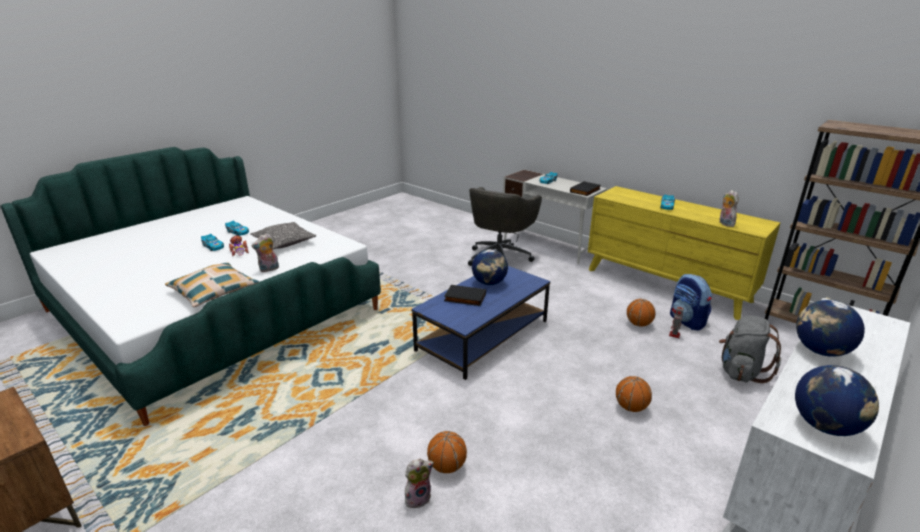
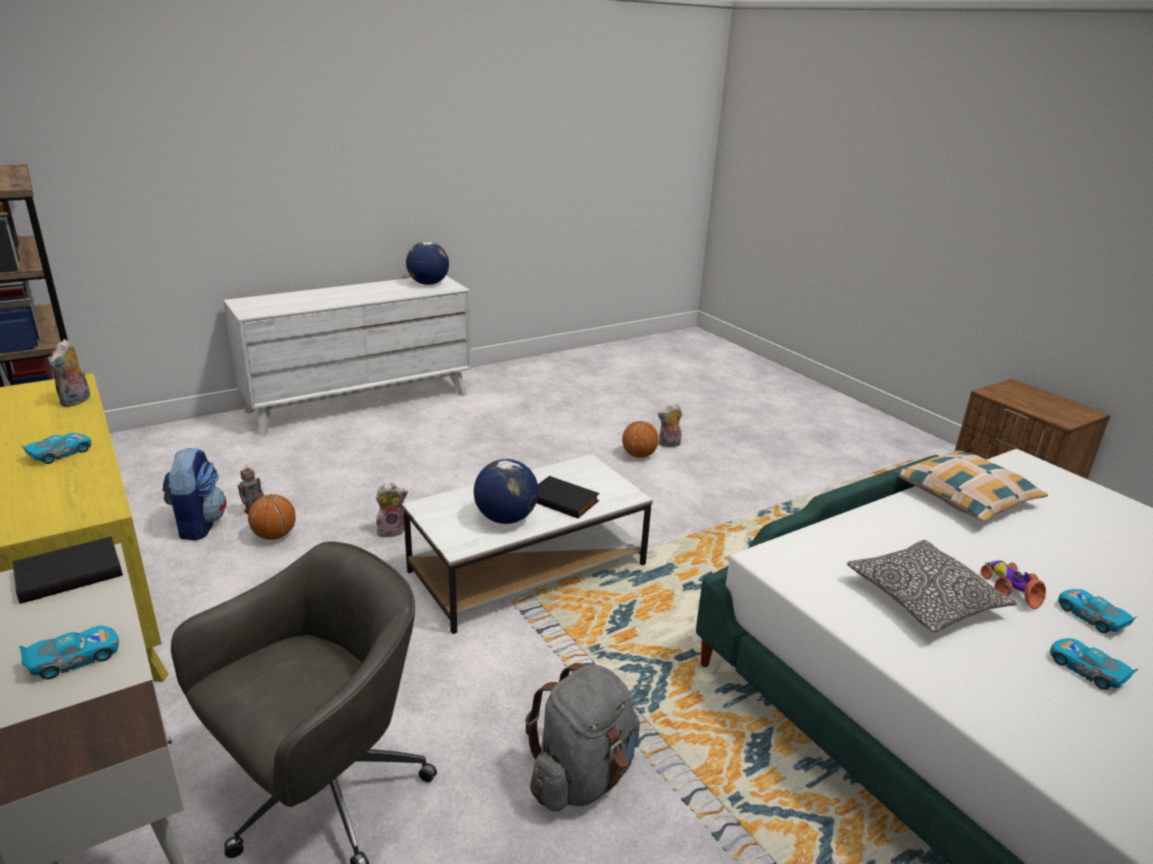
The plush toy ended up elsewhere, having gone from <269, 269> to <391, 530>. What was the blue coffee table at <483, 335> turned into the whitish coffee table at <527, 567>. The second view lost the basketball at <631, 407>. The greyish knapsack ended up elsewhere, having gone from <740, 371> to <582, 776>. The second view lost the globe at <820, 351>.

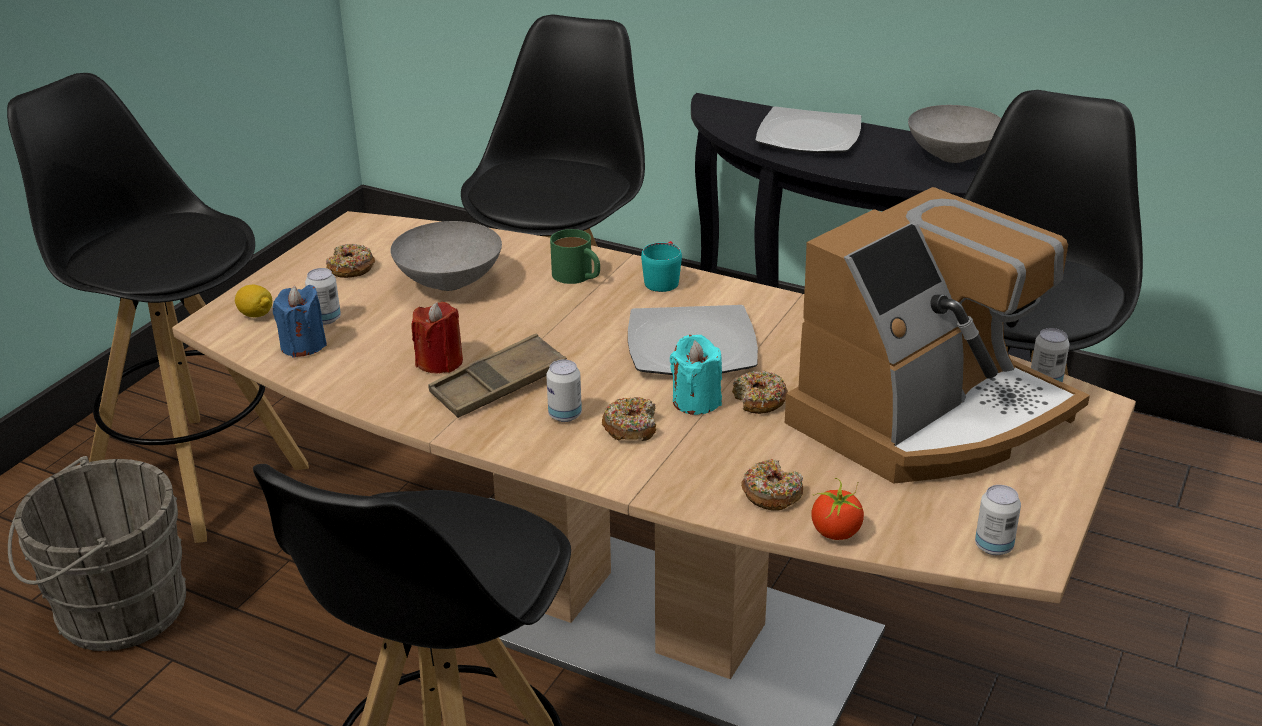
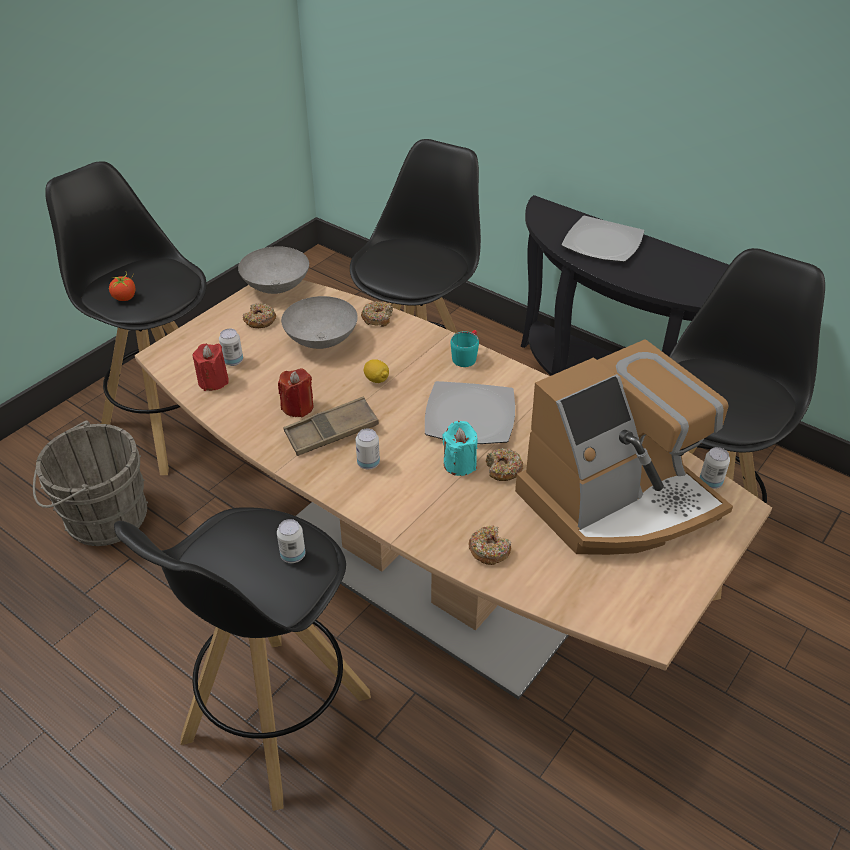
The lemon ended up elsewhere, having gone from <256, 314> to <376, 379>. What was the blue candle at <303, 345> turned into the red-coloured candle at <213, 381>. The second view lost the green mug at <578, 276>. The ring doughnut ended up elsewhere, having gone from <631, 427> to <377, 318>. The whole tomato ended up elsewhere, having gone from <835, 532> to <125, 297>. The greyish bowl ended up elsewhere, having gone from <951, 157> to <275, 288>. The can ended up elsewhere, having gone from <993, 546> to <293, 555>.

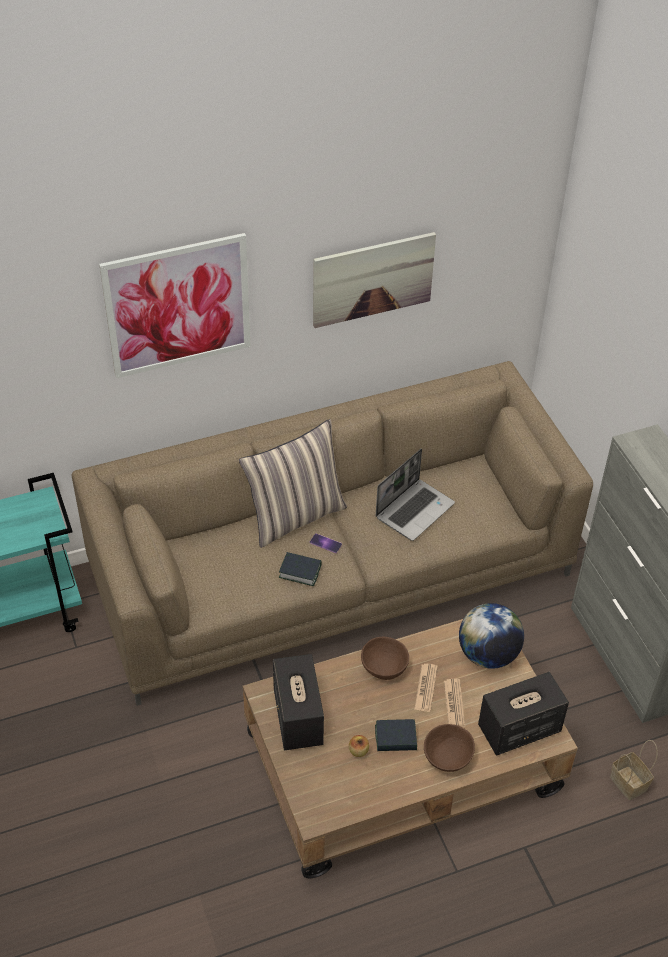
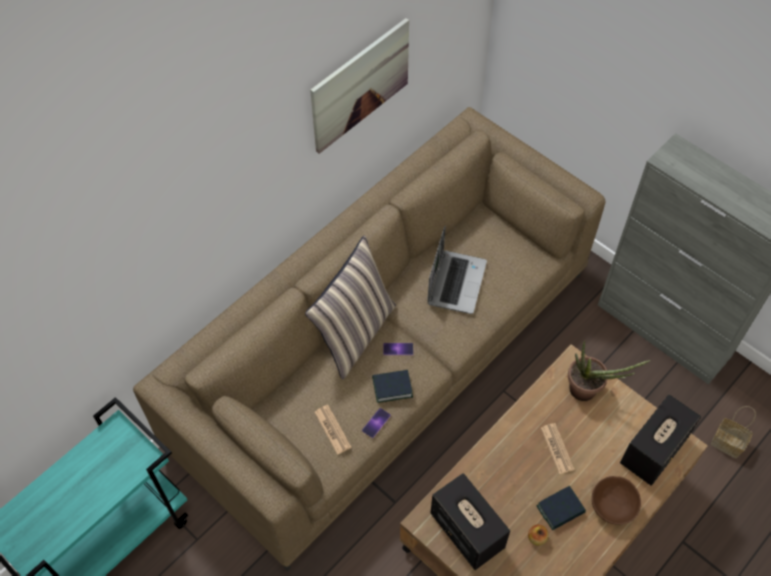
The second view lost the picture at <178, 306>. The second view lost the brown-coloured bowl at <384, 668>. The daily paper ended up elsewhere, having gone from <454, 703> to <332, 429>. Where the globe stood at <488, 654>, the houseplant came to stand at <588, 392>. The second view gained the handset at <376, 423>.

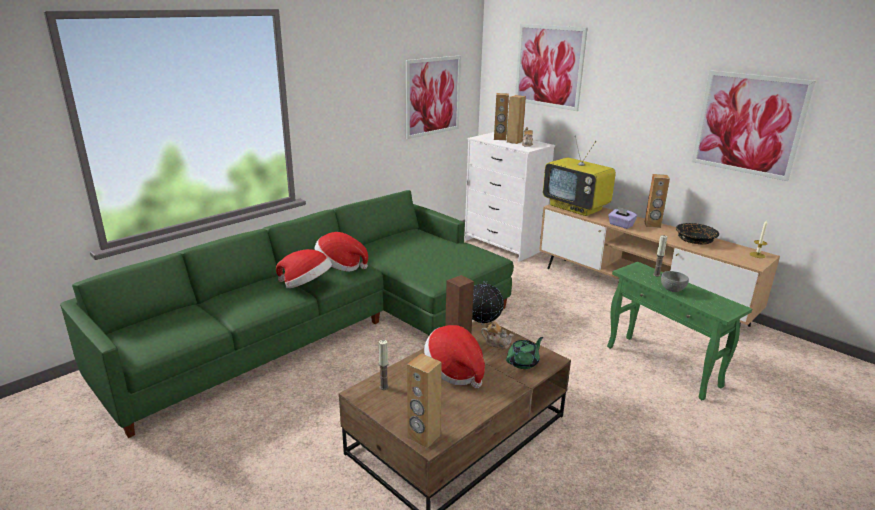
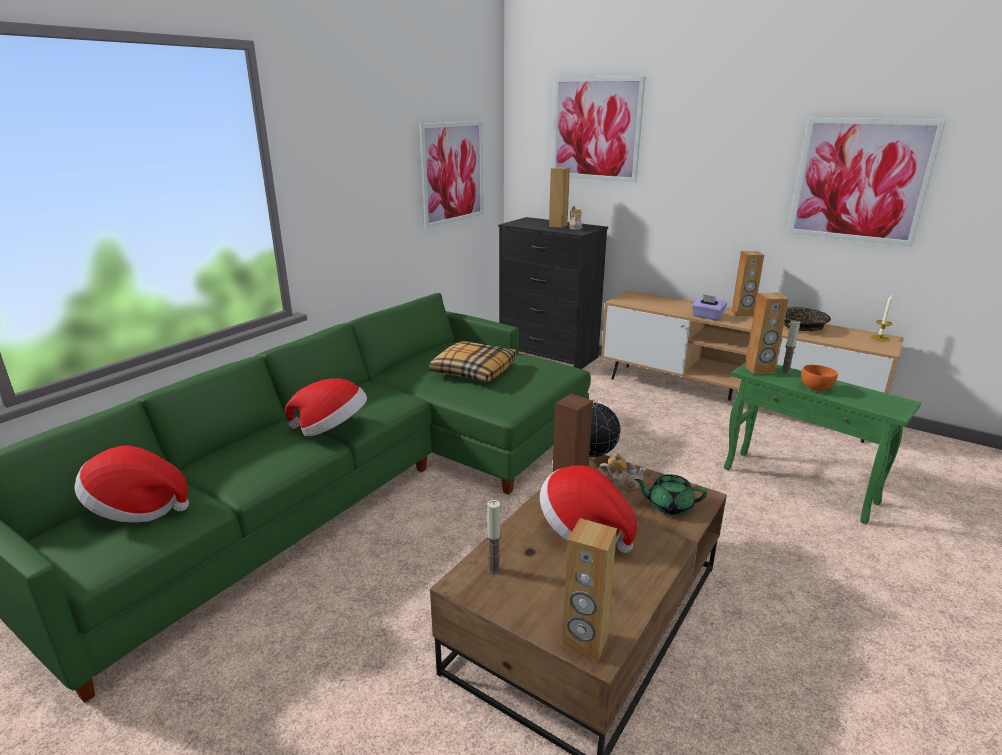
The wearable hat ended up elsewhere, having gone from <340, 266> to <137, 509>. What was the whitish dresser at <503, 245> turned into the black dresser at <548, 356>. The brown-coloured loudspeaker ended up elsewhere, having gone from <500, 138> to <759, 370>. The green teapot at <523, 362> ended up facing another way, 120 degrees counterclockwise from before. The second view lost the TV at <576, 207>. What was the greyish bowl at <671, 290> turned into the orangey bowl at <815, 388>. The second view gained the pillow at <473, 370>.

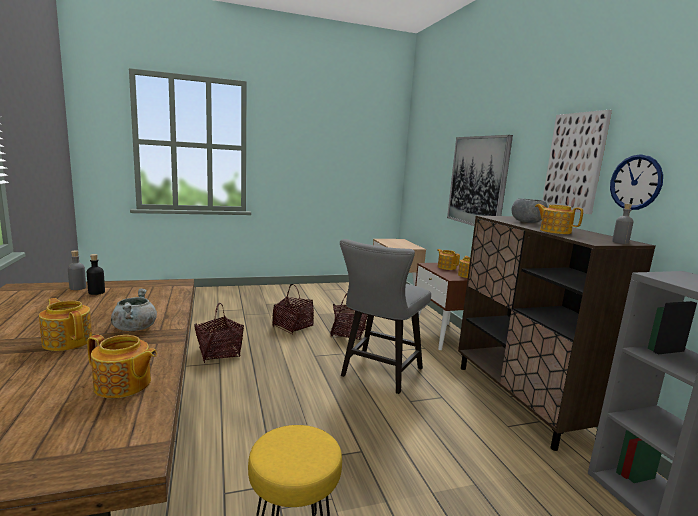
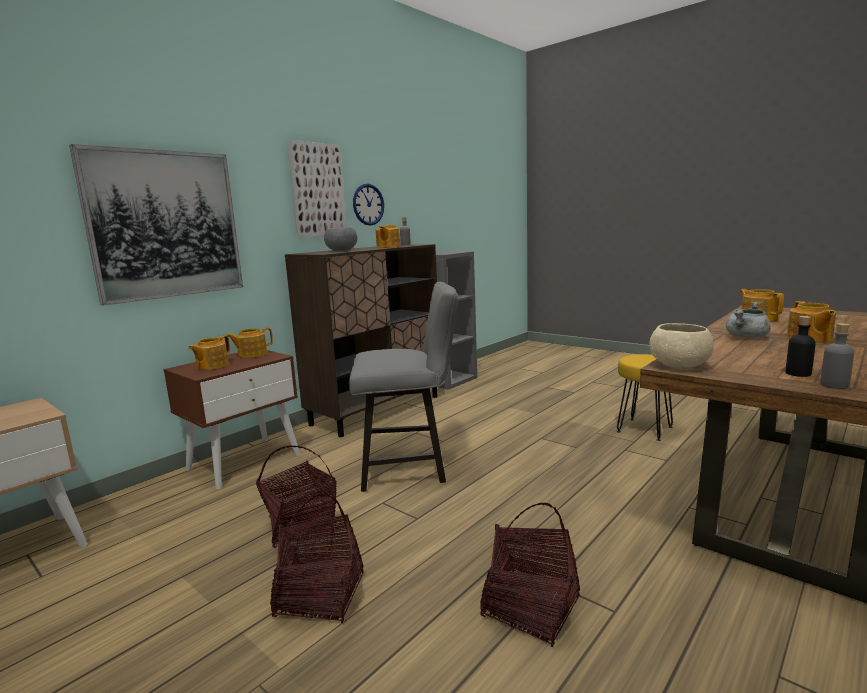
The second view gained the beige bowl at <679, 366>.

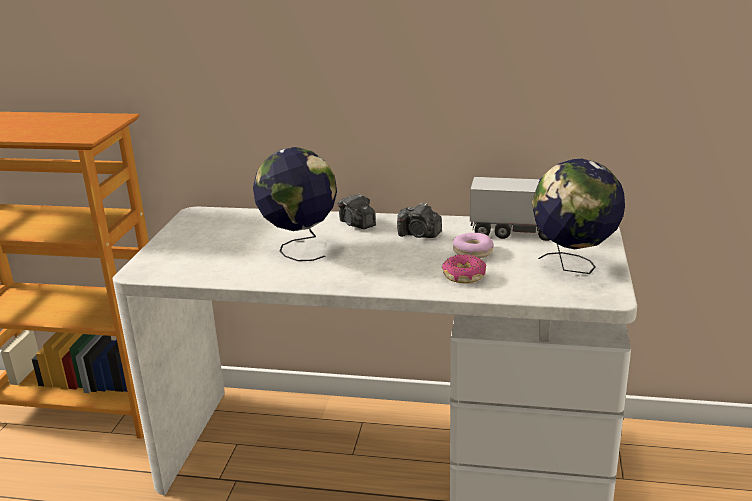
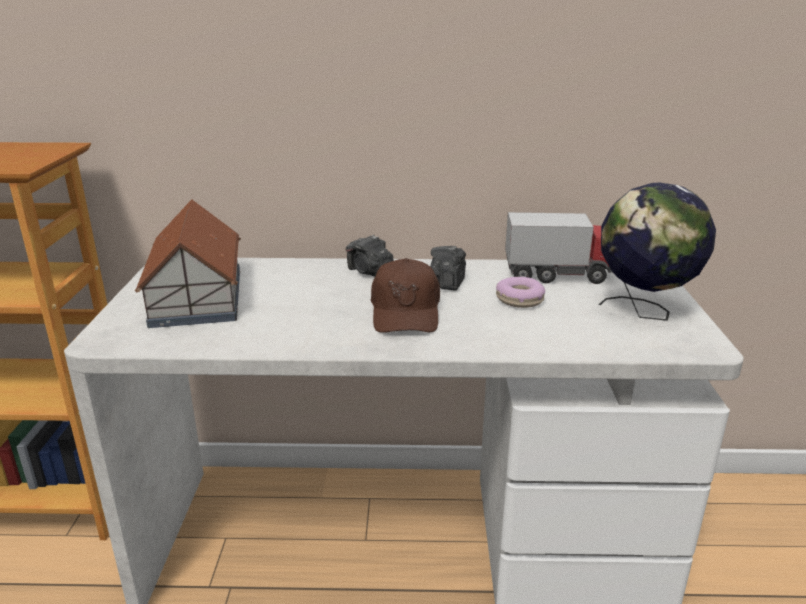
The second view lost the globe at <300, 247>. The still camera at <419, 235> ended up facing another way, 90 degrees clockwise from before. The second view lost the ring doughnut at <464, 276>. The second view gained the model house at <198, 296>. The second view gained the brown-coloured baseball cap at <406, 312>.

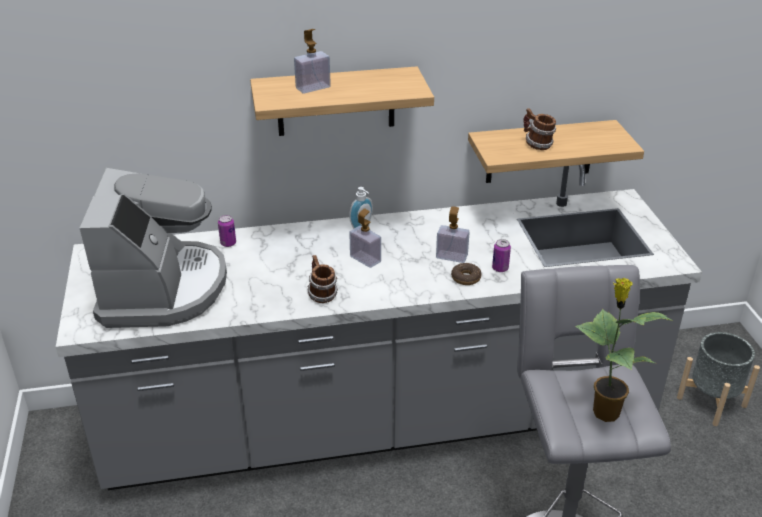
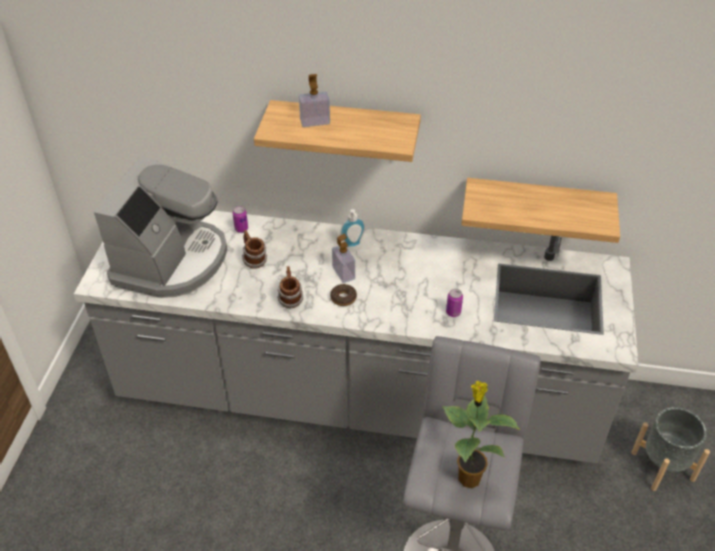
The second view lost the soap dispenser at <451, 256>. The ring doughnut ended up elsewhere, having gone from <466, 278> to <343, 298>. The mug ended up elsewhere, having gone from <537, 145> to <254, 260>.

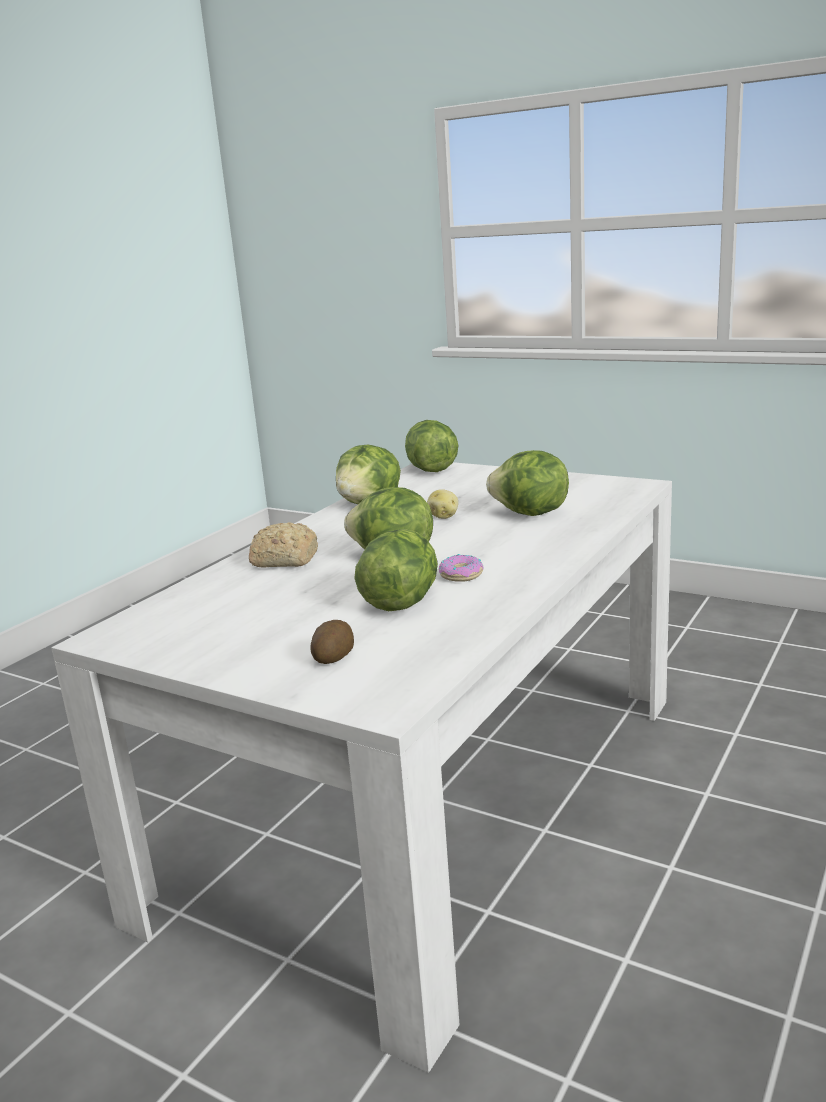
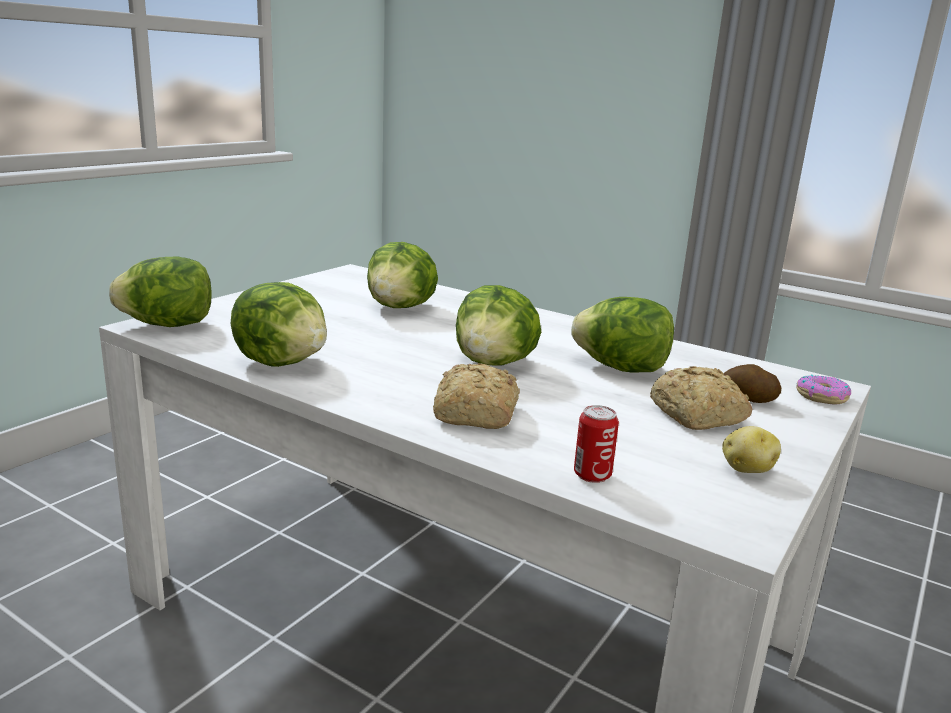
The spud ended up elsewhere, having gone from <443, 516> to <746, 469>. The ring doughnut ended up elsewhere, having gone from <462, 575> to <822, 396>. The second view gained the can at <592, 475>. The second view gained the bread at <697, 416>.

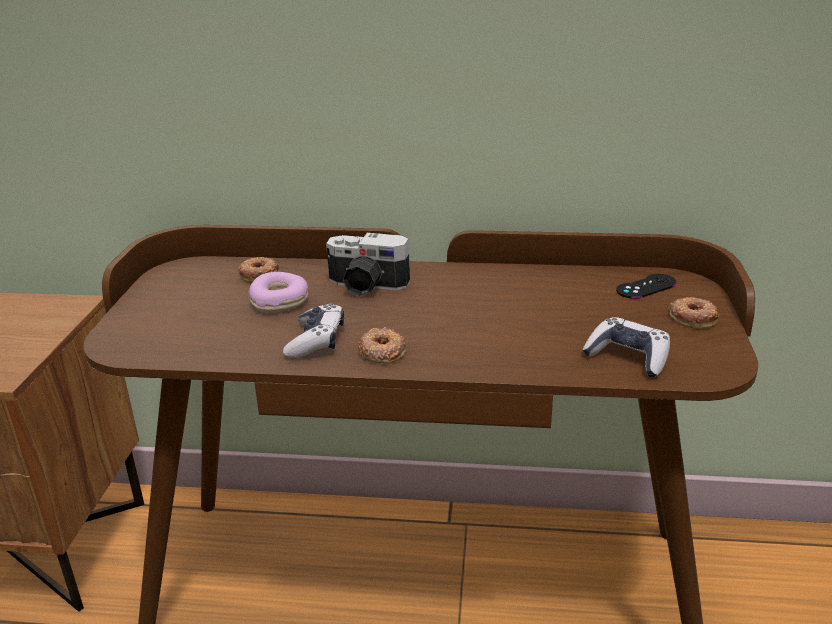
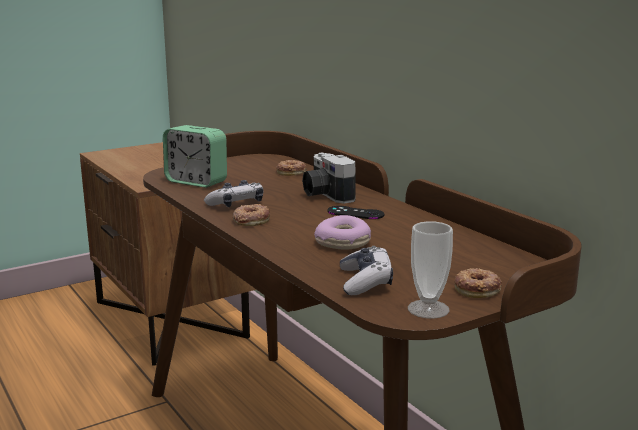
The ring doughnut ended up elsewhere, having gone from <280, 301> to <343, 243>. The black gamepad ended up elsewhere, having gone from <646, 287> to <355, 213>. The second view gained the table clock at <196, 182>. The second view gained the drinking cup at <428, 309>.

